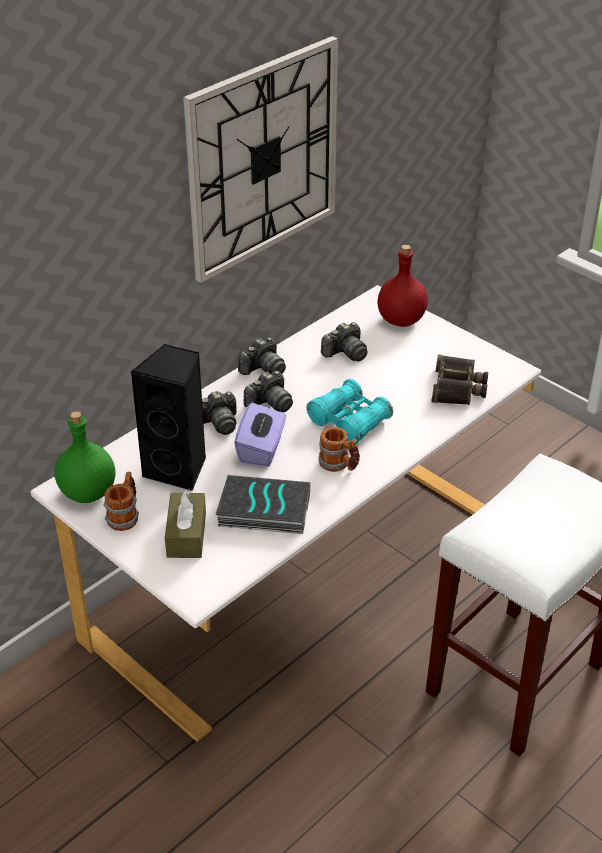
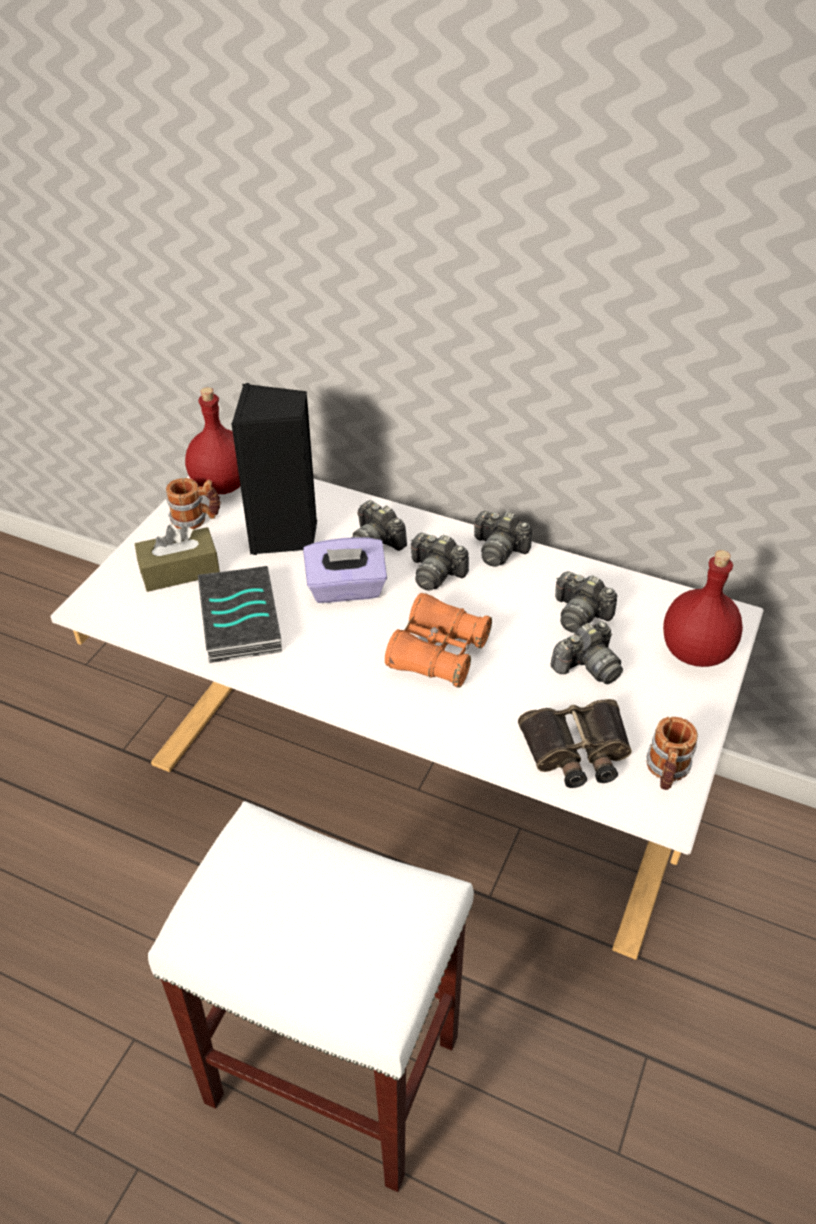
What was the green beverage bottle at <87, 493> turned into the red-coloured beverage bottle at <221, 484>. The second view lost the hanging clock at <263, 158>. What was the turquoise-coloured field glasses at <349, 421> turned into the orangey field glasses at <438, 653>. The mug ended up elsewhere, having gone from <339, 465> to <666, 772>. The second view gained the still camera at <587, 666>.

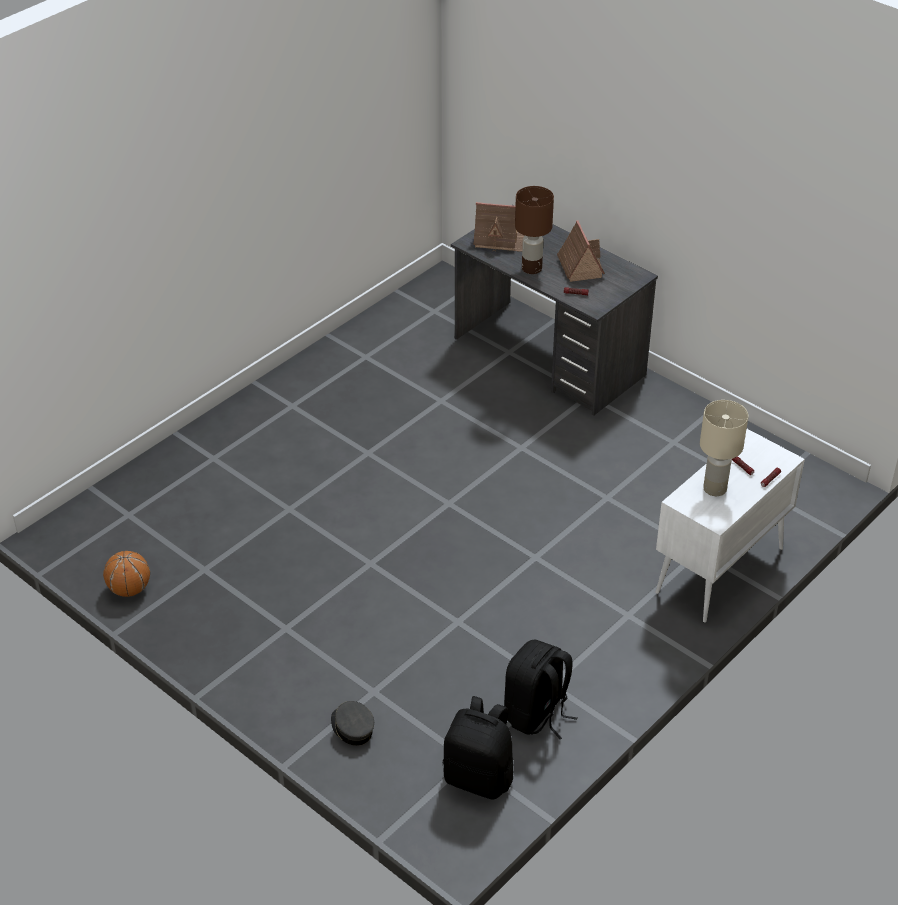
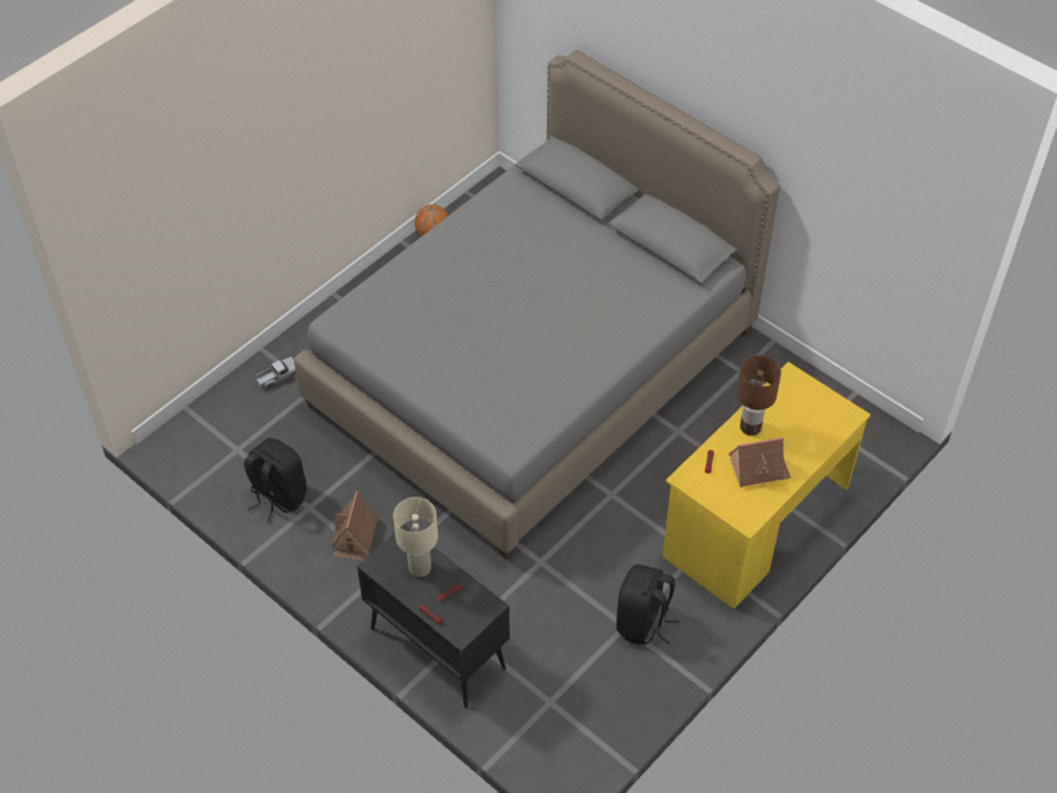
Where the greyish baseball cap stood at <352, 728>, the model truck came to stand at <278, 376>. The black knapsack ended up elsewhere, having gone from <479, 777> to <643, 623>. What was the greyish desk at <549, 357> turned into the yellow desk at <755, 522>. The model house ended up elsewhere, having gone from <499, 240> to <355, 536>. What was the whitish storage cabinet at <719, 571> turned into the black storage cabinet at <436, 648>. The second view gained the greyish bed at <533, 368>.

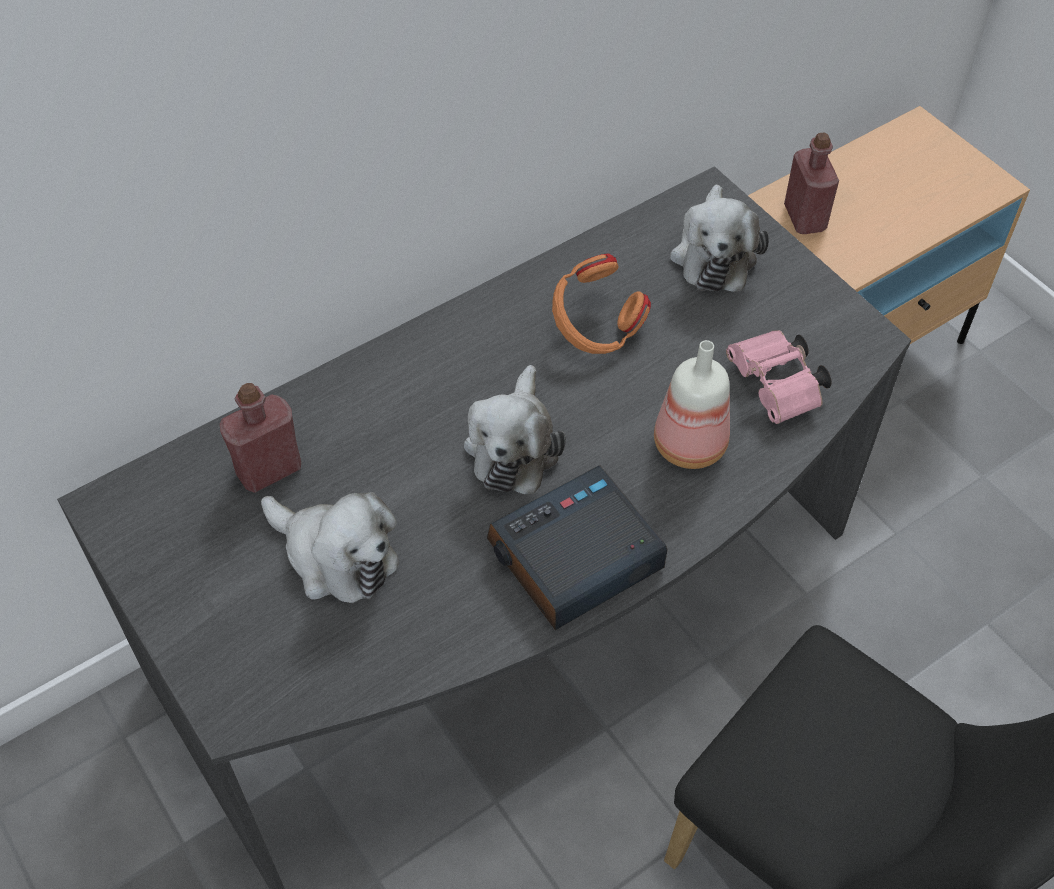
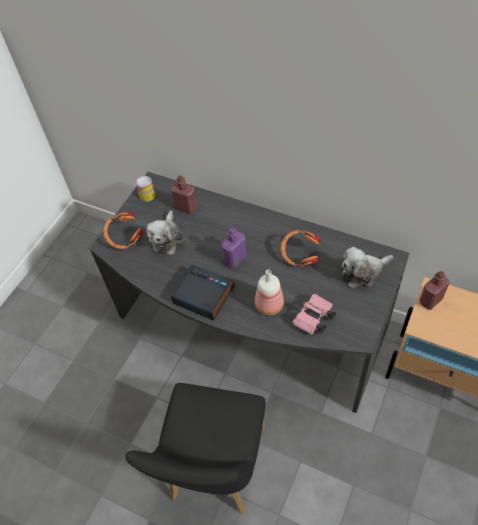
Where the plush toy stood at <514, 446>, the purple-coloured beverage bottle came to stand at <235, 259>. The second view gained the orangey headset at <125, 239>. The second view gained the can at <147, 195>.

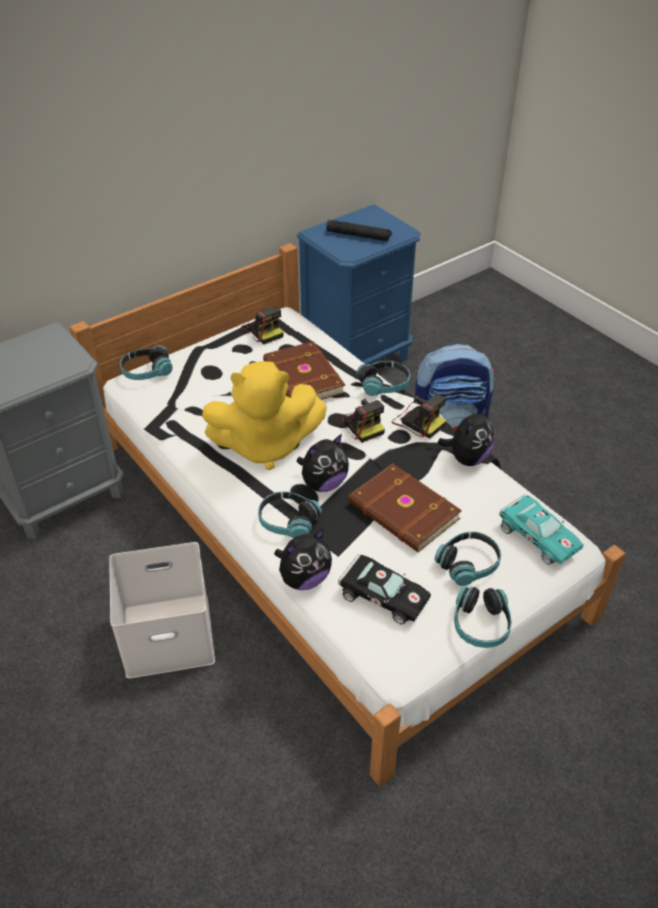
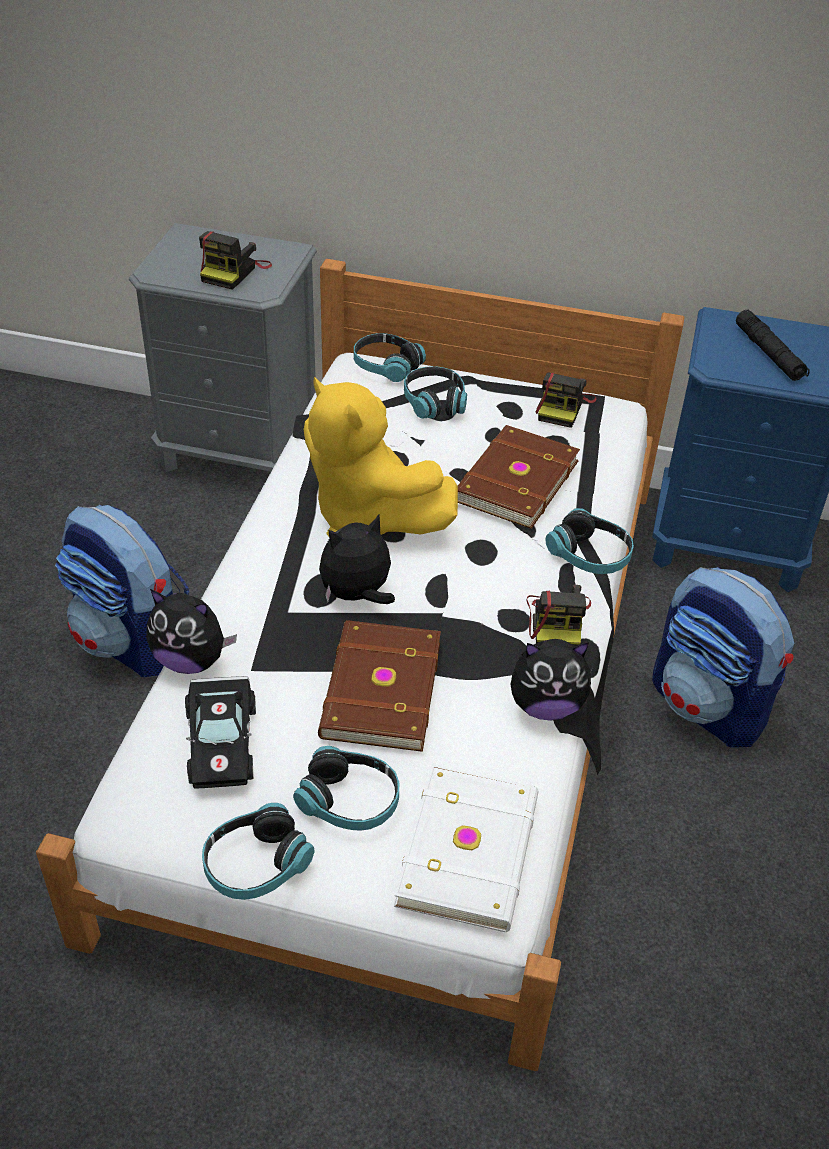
Where the whitish storage container stood at <170, 633>, the knapsack came to stand at <132, 641>. The headset ended up elsewhere, having gone from <288, 522> to <434, 402>. The plush toy at <323, 483> ended up facing another way, 135 degrees clockwise from before. The still camera ended up elsewhere, having gone from <361, 424> to <234, 271>. Where the turquoise-coloured toy car stood at <536, 536>, the whitish book came to stand at <471, 851>.

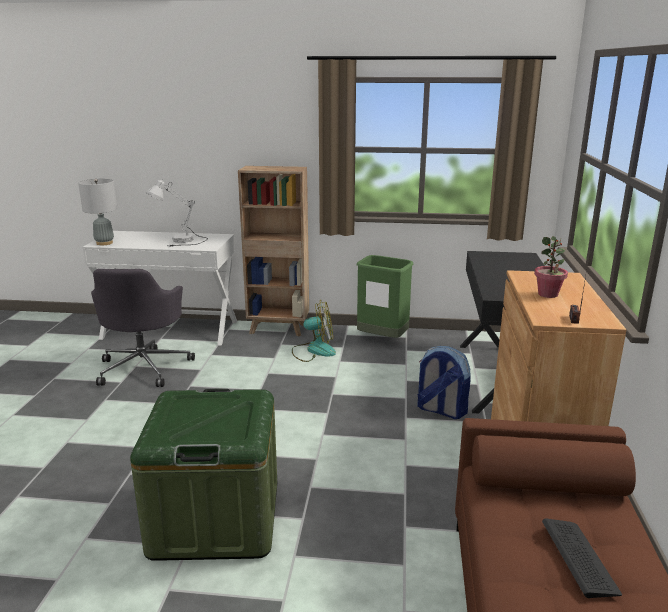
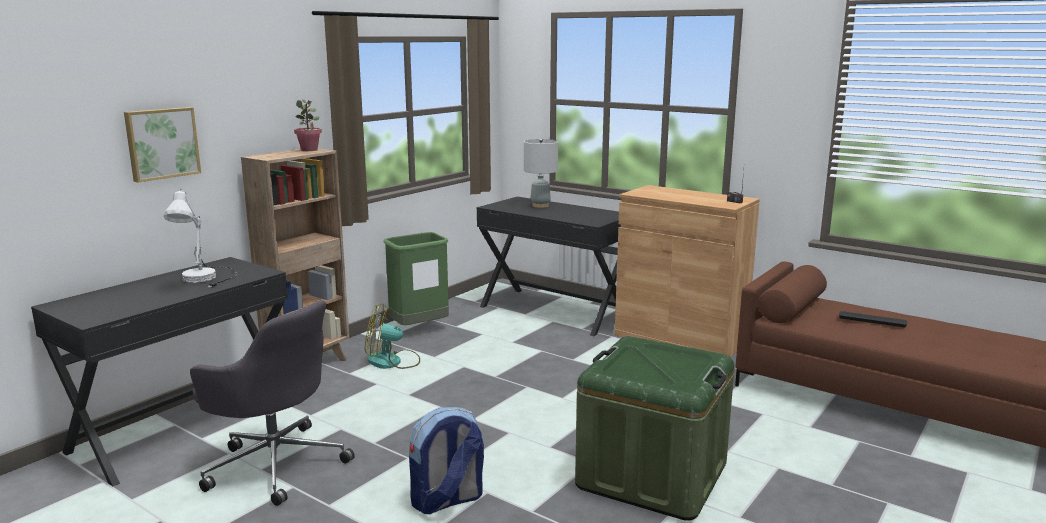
The greyish table lamp ended up elsewhere, having gone from <104, 243> to <540, 206>. What was the whitish desk at <170, 329> turned into the black desk at <185, 426>. The cooling fan at <314, 350> ended up facing another way, 120 degrees counterclockwise from before. The knapsack ended up elsewhere, having gone from <440, 410> to <447, 501>. The houseplant ended up elsewhere, having gone from <548, 294> to <309, 150>. The second view gained the picture at <161, 143>.

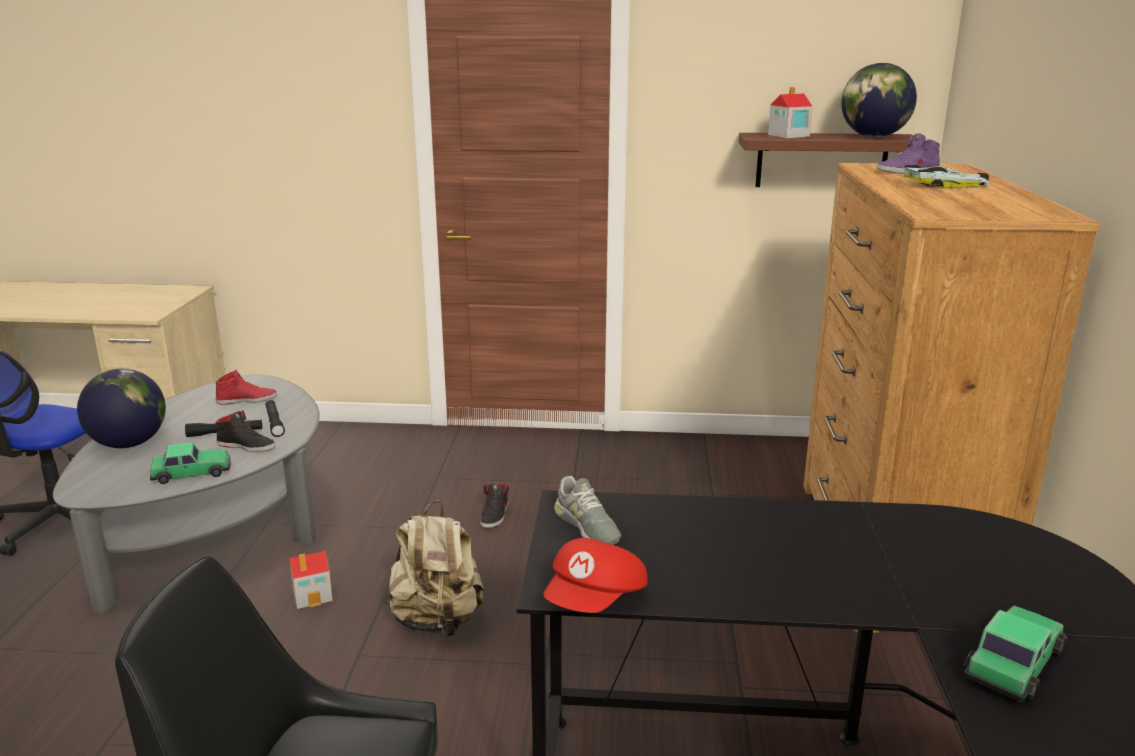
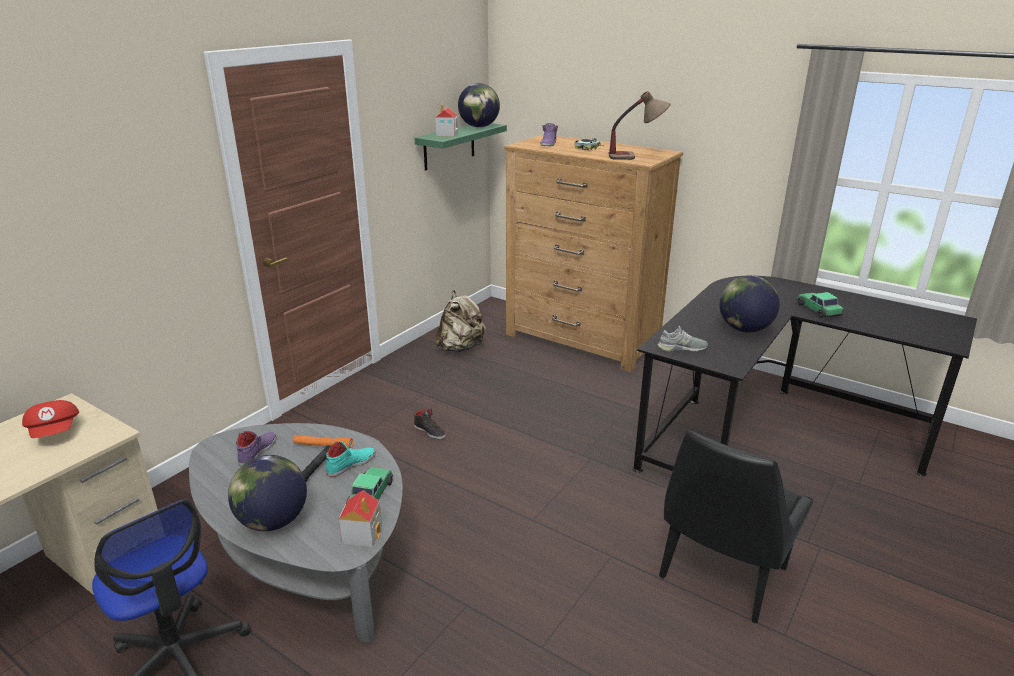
What was the red-coloured low shoe at <247, 399> turned into the purple-coloured low shoe at <257, 451>. What was the black low shoe at <246, 446> turned into the turquoise-coloured low shoe at <351, 464>. What was the black flashlight at <274, 423> turned into the orangey flashlight at <323, 446>. The model house ended up elsewhere, having gone from <313, 595> to <362, 533>. The beige knapsack ended up elsewhere, having gone from <437, 621> to <460, 348>. The red-coloured baseball cap ended up elsewhere, having gone from <596, 600> to <56, 432>. What was the brown-coloured bracket shelf at <821, 160> turned into the green bracket shelf at <449, 146>. The second view gained the table lamp at <636, 157>. The second view gained the globe at <744, 329>.

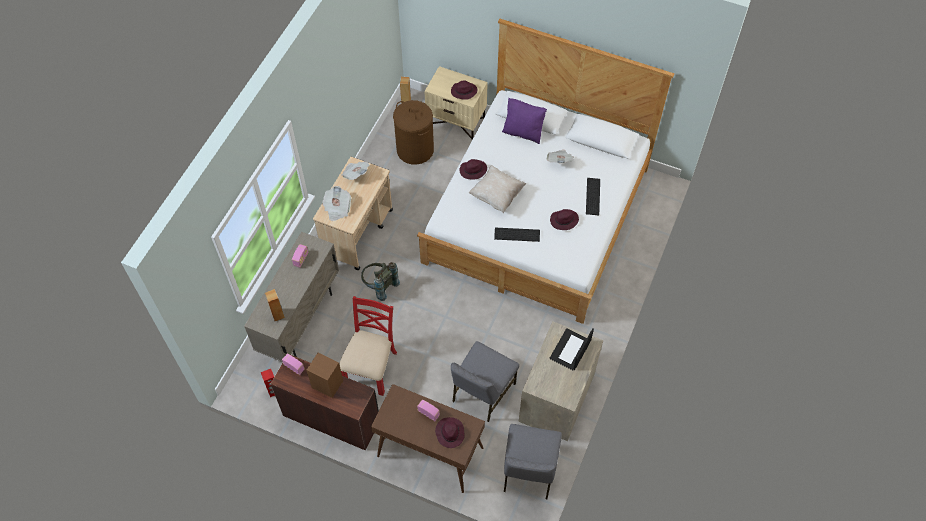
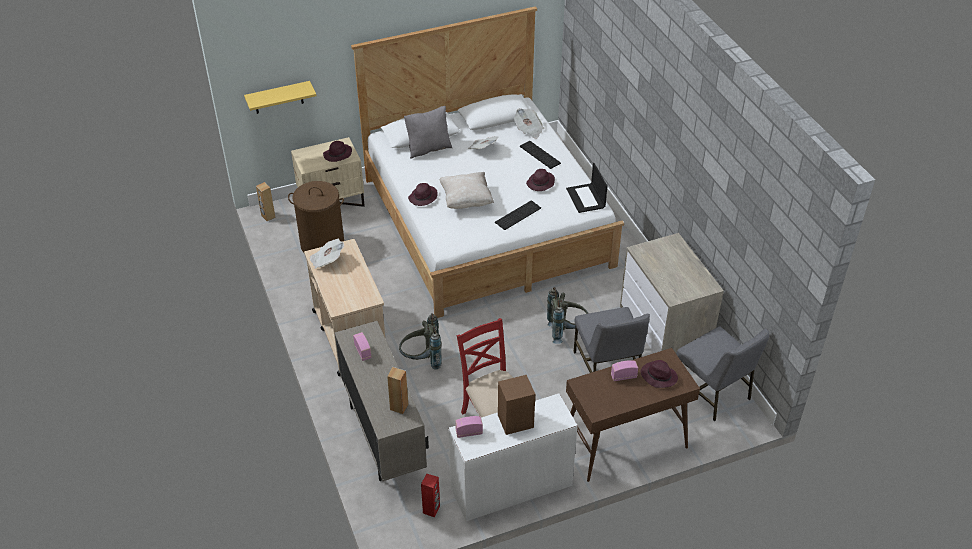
What was the brown-coloured desk at <331, 417> turned into the whitish desk at <510, 486>. The daily paper ended up elsewhere, having gone from <337, 208> to <528, 130>. What was the purple-coloured pillow at <523, 132> turned into the greyish pillow at <428, 148>. The notebook computer ended up elsewhere, having gone from <570, 350> to <586, 198>. The second view gained the yellow bracket shelf at <278, 97>. The second view gained the greyish knapsack at <566, 331>.

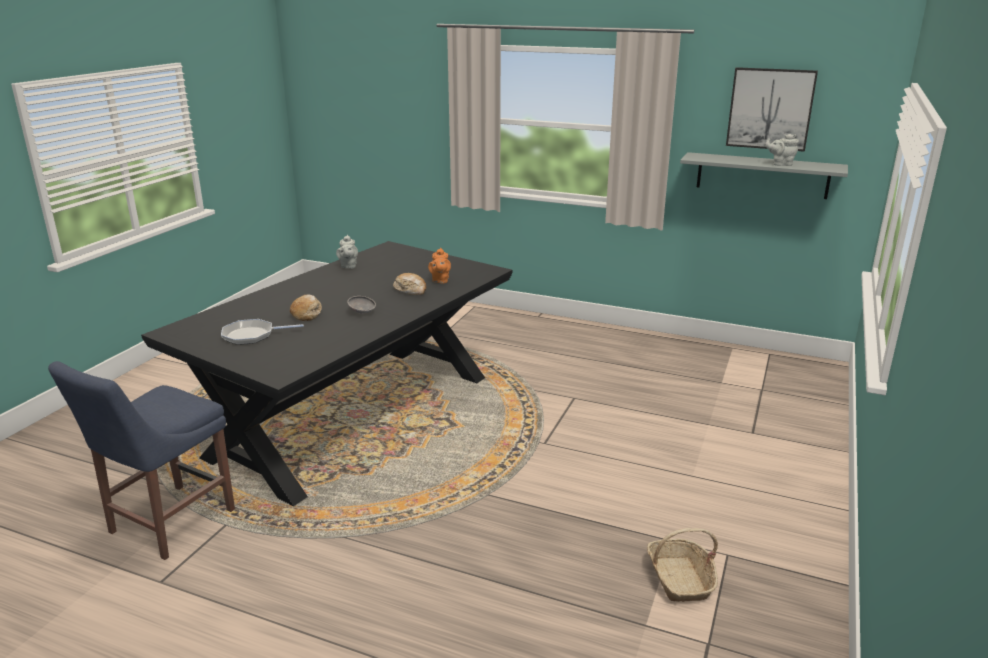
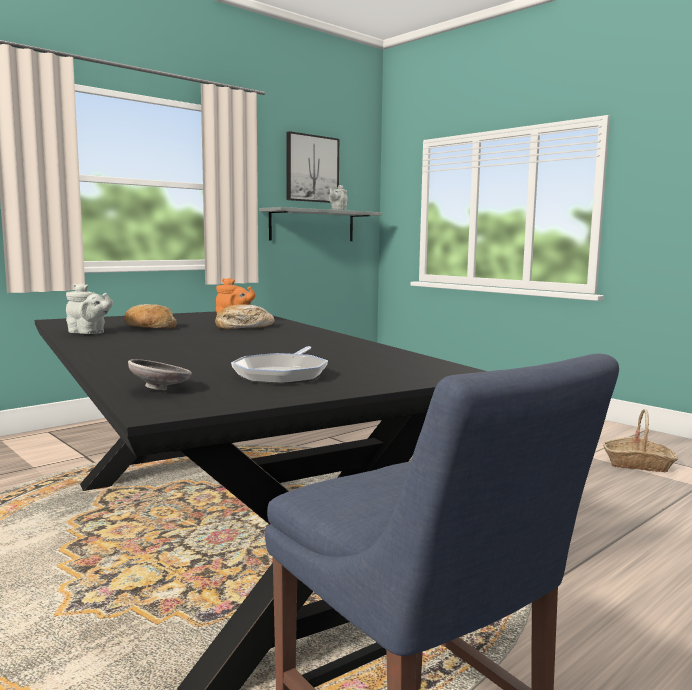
The bread ended up elsewhere, having gone from <307, 313> to <149, 327>. The greyish bowl ended up elsewhere, having gone from <362, 313> to <162, 389>.

